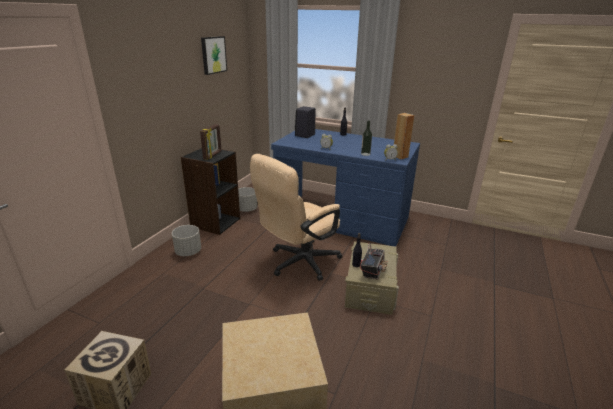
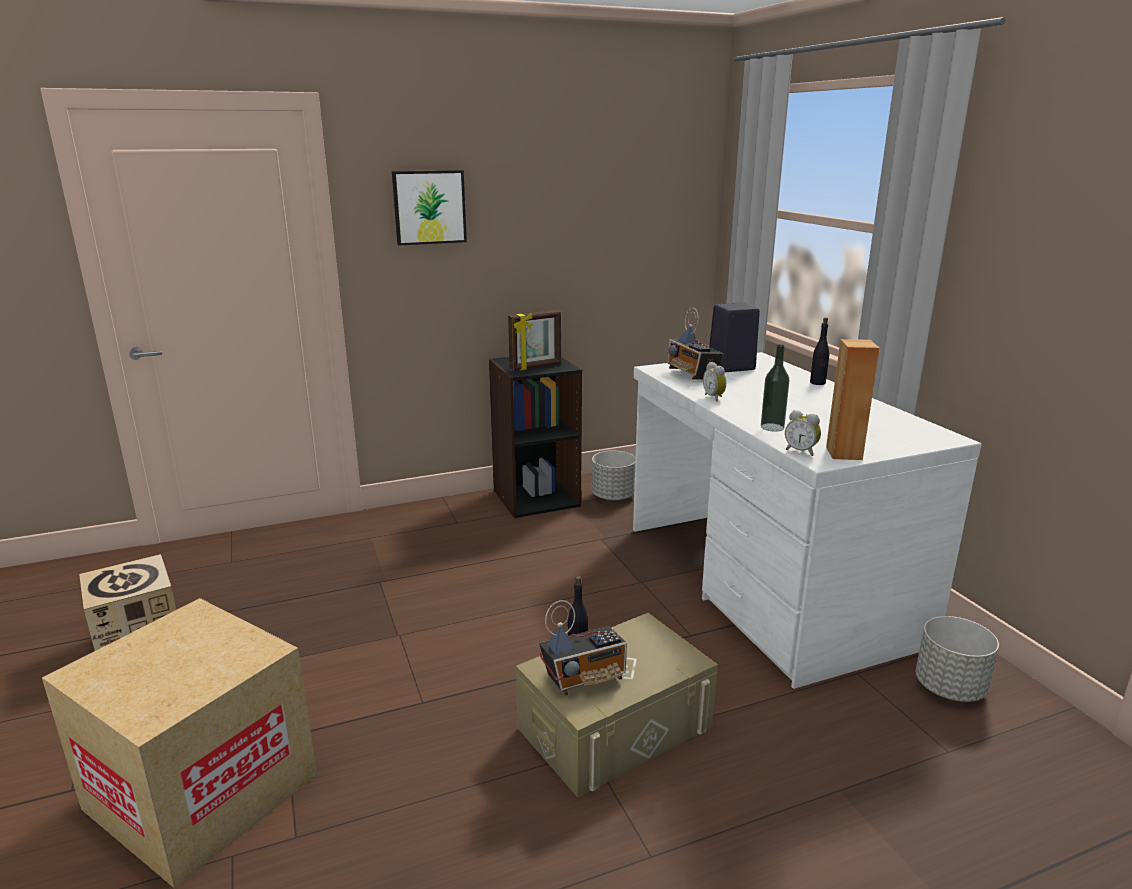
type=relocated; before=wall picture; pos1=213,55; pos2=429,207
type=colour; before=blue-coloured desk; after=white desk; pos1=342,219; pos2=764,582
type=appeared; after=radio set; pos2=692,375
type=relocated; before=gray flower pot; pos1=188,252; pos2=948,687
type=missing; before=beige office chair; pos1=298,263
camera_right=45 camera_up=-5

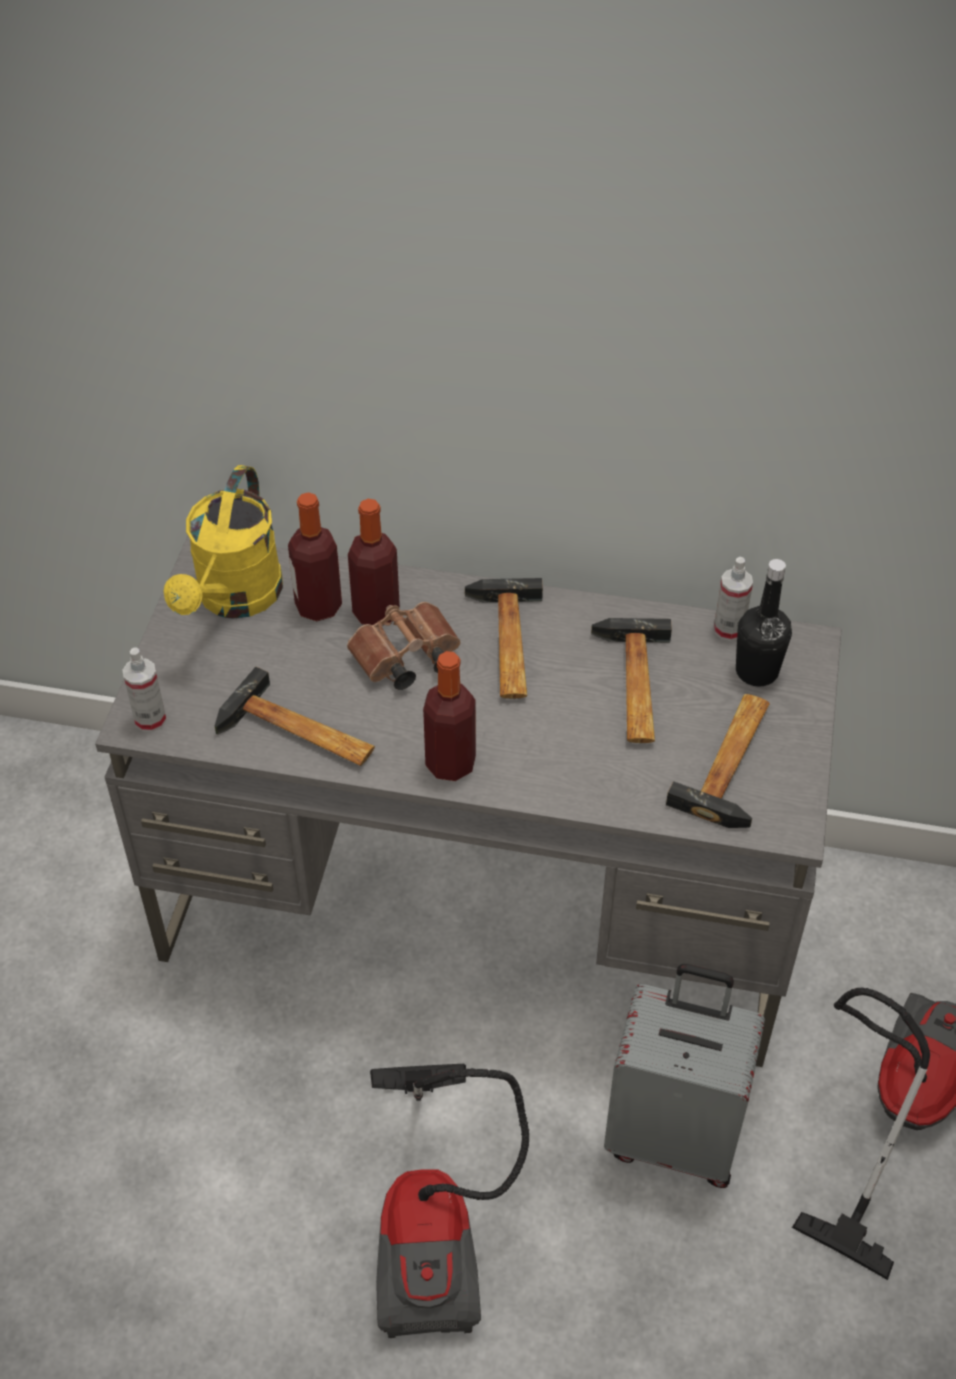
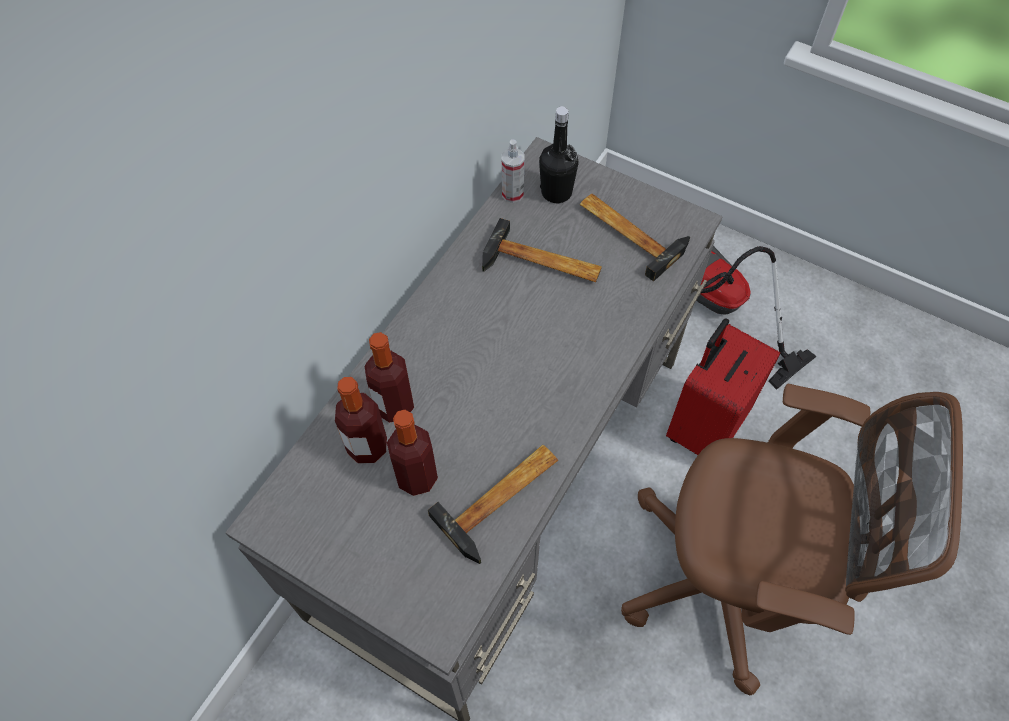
type=relocated; before=beverage bottle; pos1=450,763; pos2=417,477
type=exchanged; before=vacuum cleaner; after=brown-coloured office chair; pos1=436,1224; pos2=730,585
type=colour; before=gray suitcase; after=red-coloured suitcase; pos1=674,1134; pos2=704,427
type=missing; before=sprayer; pos1=150,719
type=missing; before=yellowish watering can; pos1=234,600
type=missing; before=brown-coloured binoculars; pos1=404,661
type=missing; before=tool hammer; pos1=506,645
camera_right=-70 camera_up=10

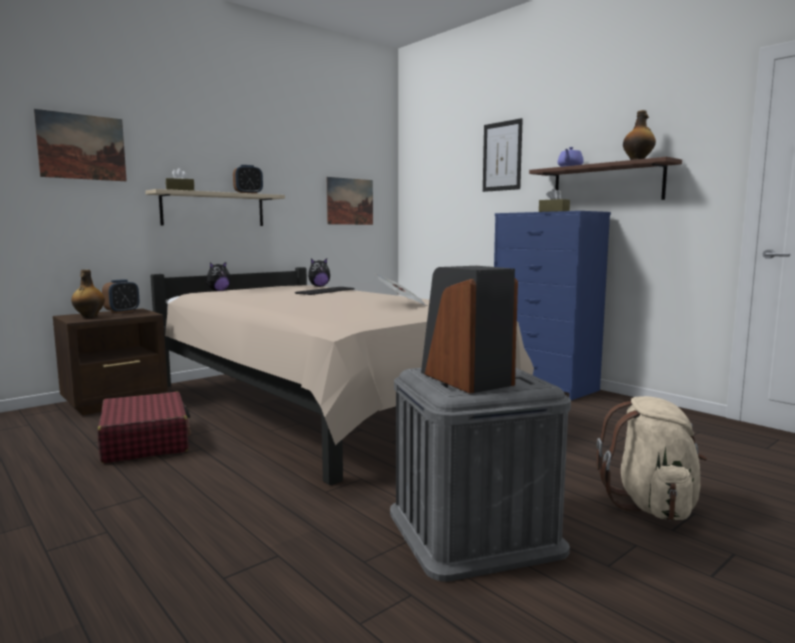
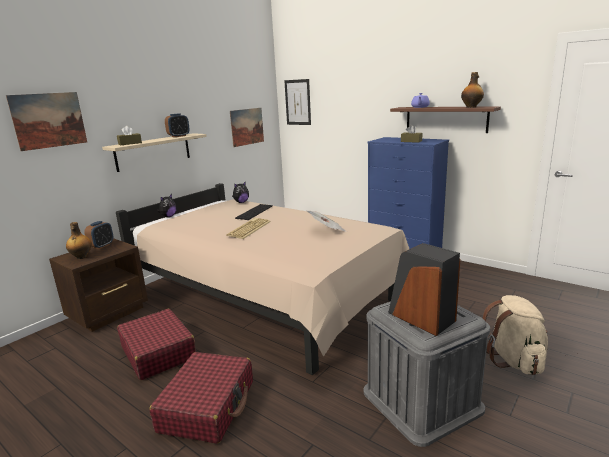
type=appeared; after=red-coloured suitcase; pos2=208,406
type=appeared; after=computer keyboard; pos2=248,228
type=relocated; before=wall picture; pos1=502,156; pos2=298,102
camera_right=-10 camera_up=10

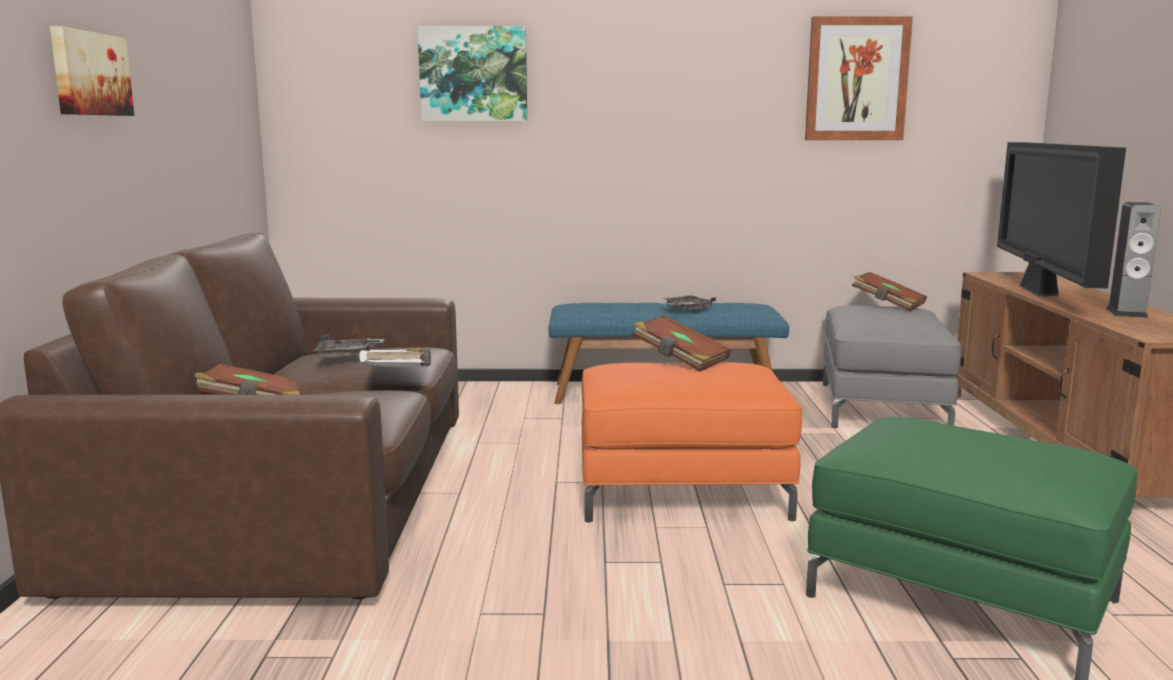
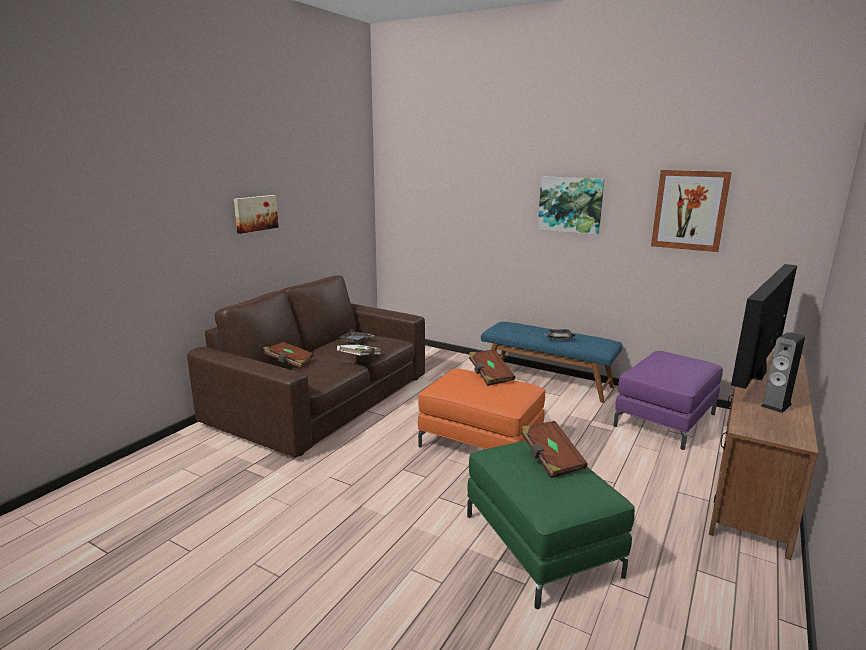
type=relocated; before=brown-coloured volume; pos1=887,305; pos2=551,460
type=relocated; before=wall picture; pos1=473,74; pos2=570,204
type=colour; before=gray ottoman; after=purple ottoman; pos1=882,407; pos2=665,420
camera_right=30 camera_up=5

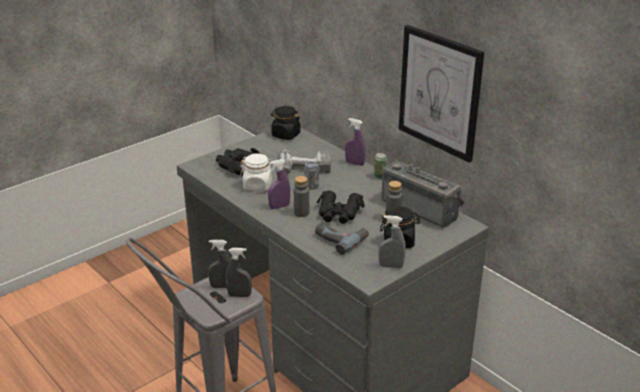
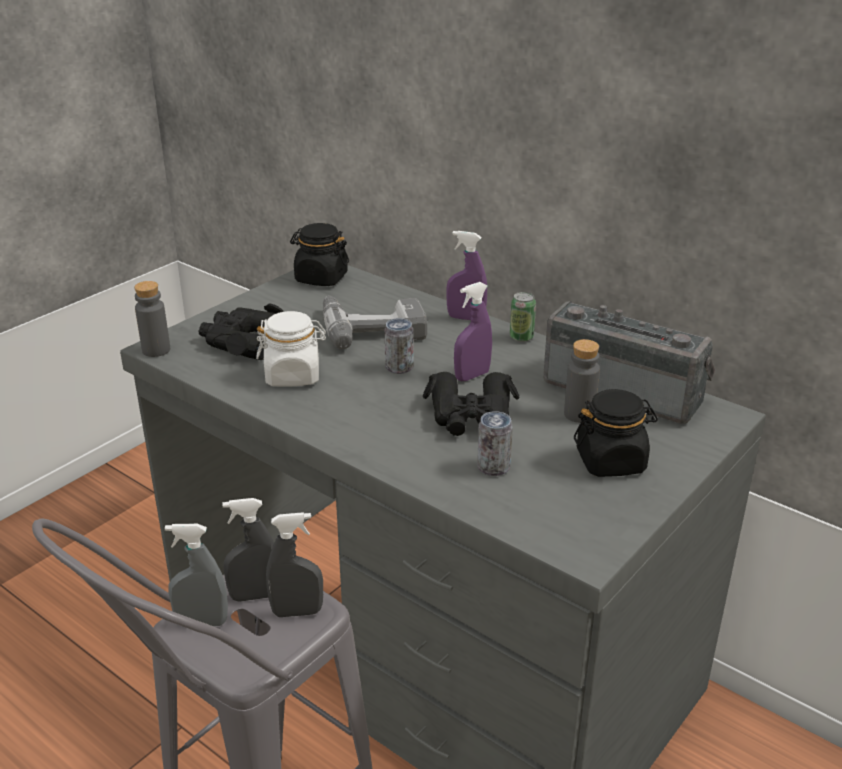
type=relocated; before=gray beverage bottle; pos1=301,213; pos2=156,350
type=relocated; before=gray sprayer; pos1=391,266; pos2=202,622
type=relocated; before=purple sprayer; pos1=279,206; pos2=472,376
type=exchanged; before=drill; after=metal can; pos1=340,238; pos2=493,467
type=missing; before=wall picture; pos1=439,92
camera_right=-10 camera_up=0

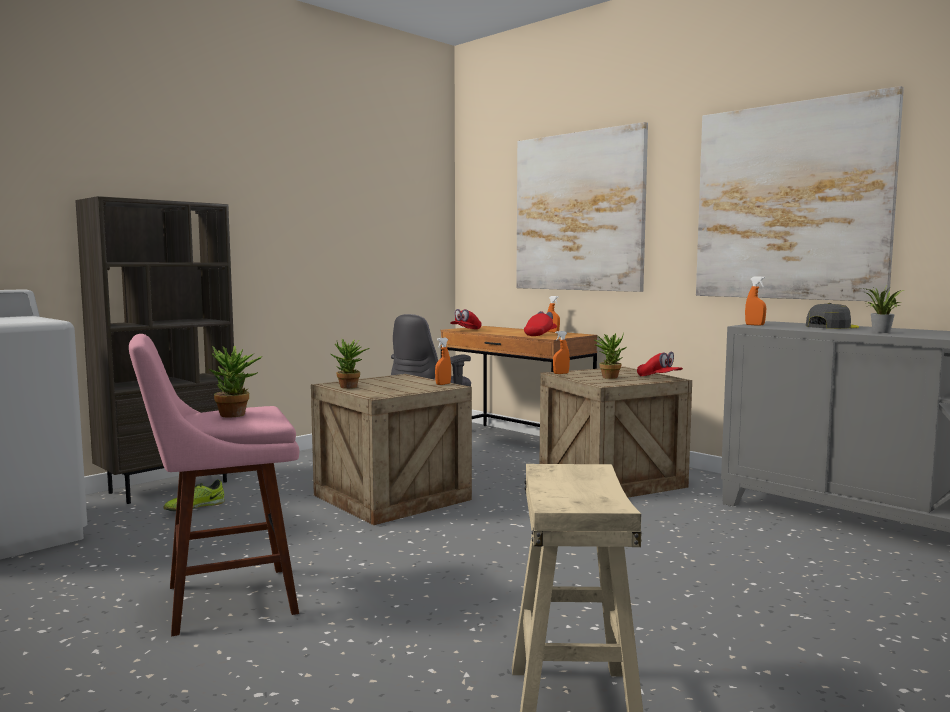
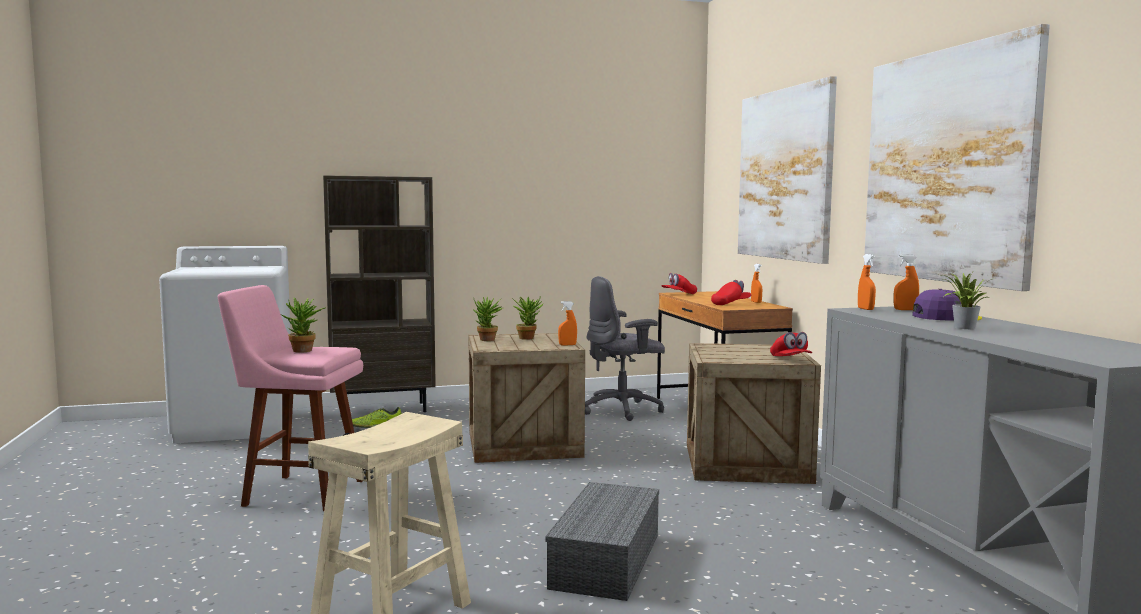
type=relocated; before=plant in a pot; pos1=609,377; pos2=528,338
type=appeared; after=gray storage bin; pos2=607,561
type=relocated; before=orange sprayer; pos1=561,373; pos2=905,310
type=colour; before=gray cap; after=purple cap; pos1=831,327; pos2=945,317
camera_right=30 camera_up=0

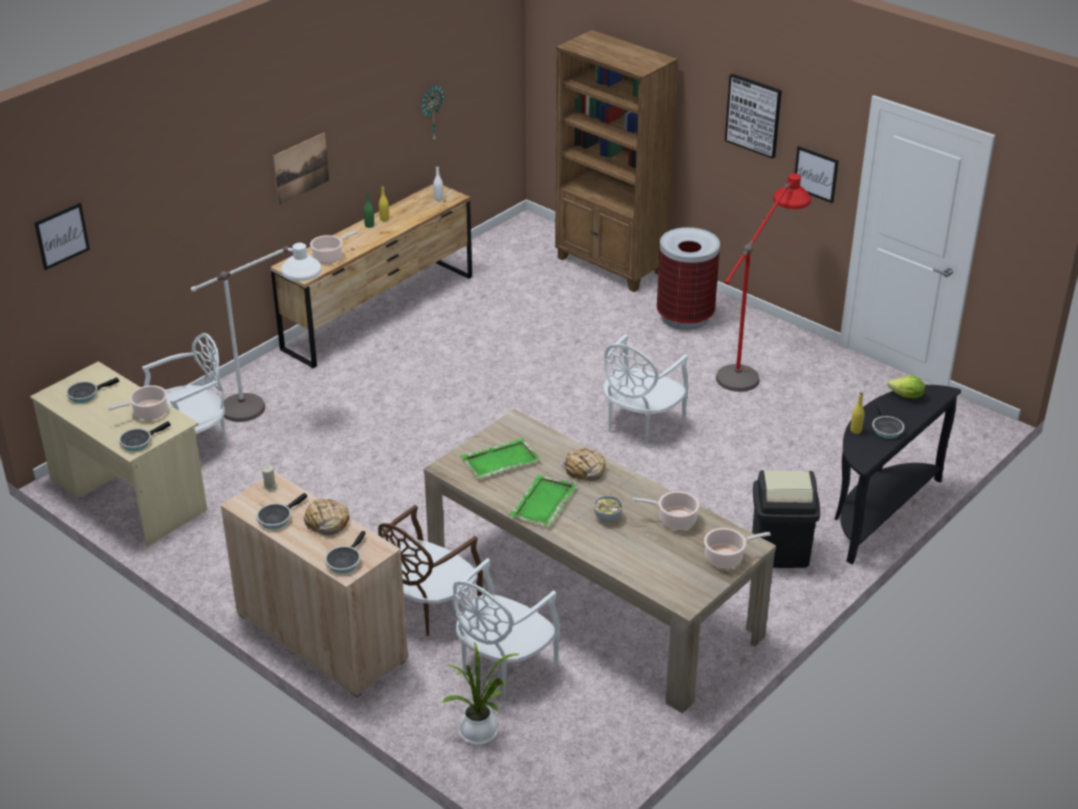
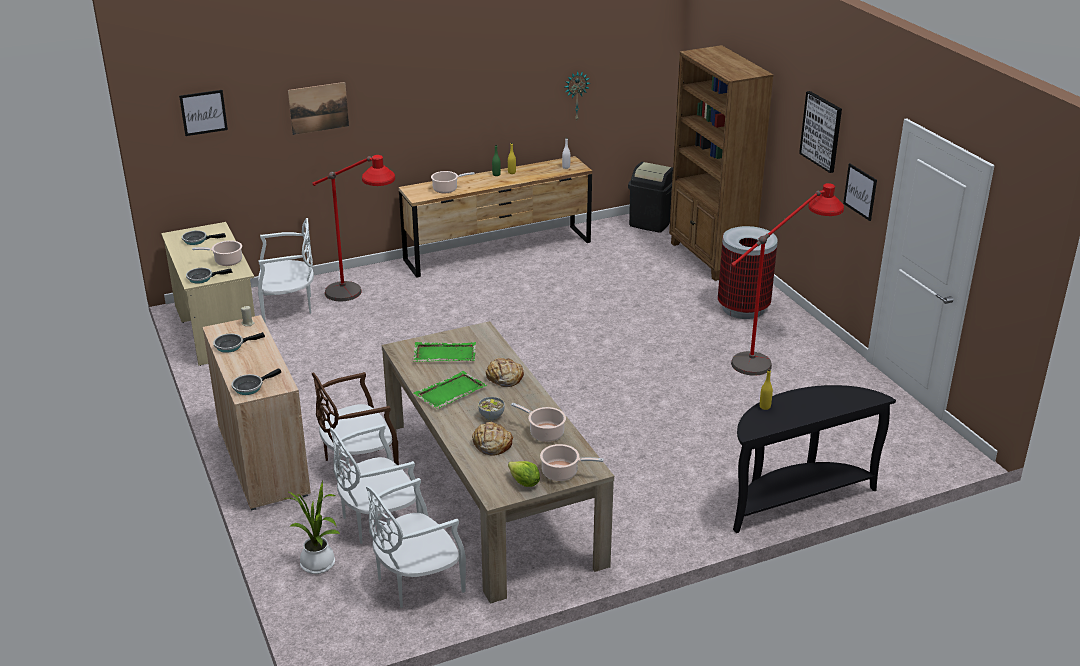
type=relocated; before=wall picture; pos1=301,168; pos2=318,108
type=colour; before=white standard lamp; after=red-coloured standard lamp; pos1=272,413; pos2=360,300
type=relocated; before=white plain chair; pos1=640,424; pos2=416,581
type=relocated; before=baked bread; pos1=326,523; pos2=491,444
type=relocated; before=lettuce; pos1=906,396; pos2=524,483
type=relocated; before=black-coloured waste bin; pos1=780,551; pos2=651,223
type=missing; before=pan; pos1=886,429
camera_right=25 camera_up=-5

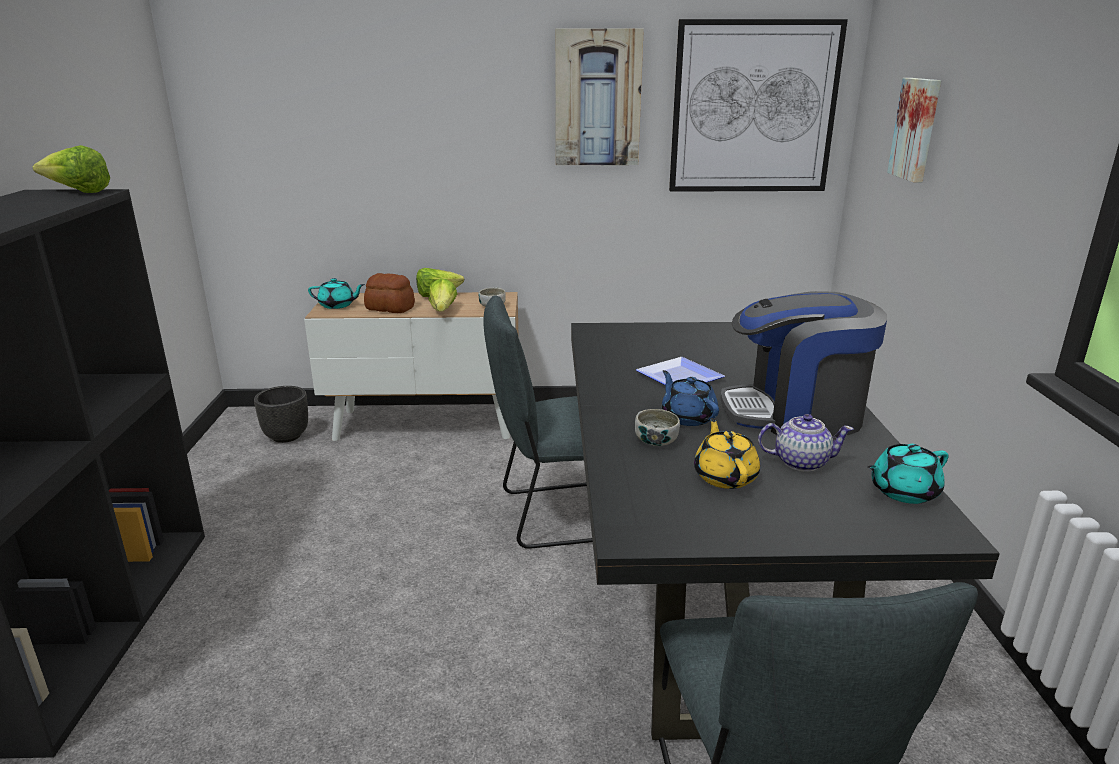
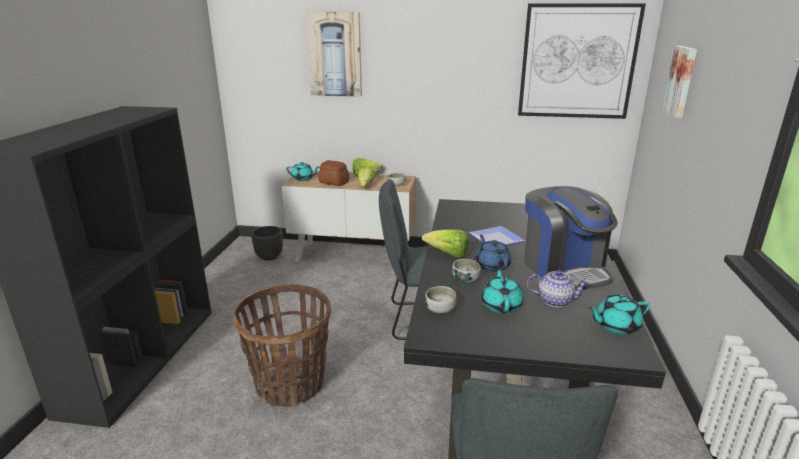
type=appeared; after=storage basket; pos2=290,384
type=relocated; before=wall picture; pos1=597,98; pos2=335,54
type=relocated; before=lettuce; pos1=78,192; pos2=448,254
type=appeared; after=serving bowl; pos2=440,309
type=colour; before=yellowish pot for tea; after=turquoise pot for tea; pos1=725,476; pos2=501,305
type=spun; before=coffee machine; pos1=795,414; pos2=564,269; turn=-120
camera_right=10 camera_up=0

